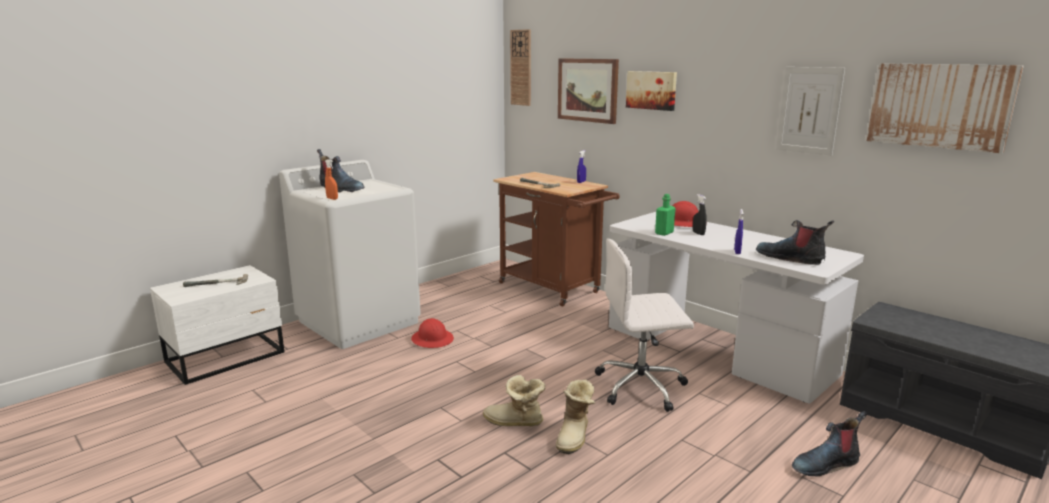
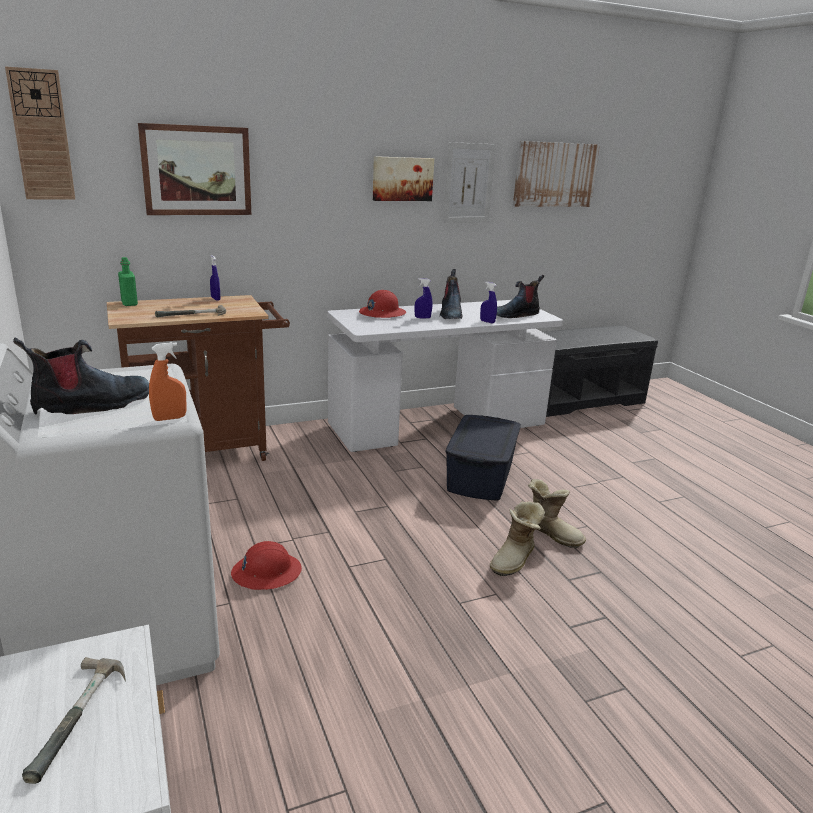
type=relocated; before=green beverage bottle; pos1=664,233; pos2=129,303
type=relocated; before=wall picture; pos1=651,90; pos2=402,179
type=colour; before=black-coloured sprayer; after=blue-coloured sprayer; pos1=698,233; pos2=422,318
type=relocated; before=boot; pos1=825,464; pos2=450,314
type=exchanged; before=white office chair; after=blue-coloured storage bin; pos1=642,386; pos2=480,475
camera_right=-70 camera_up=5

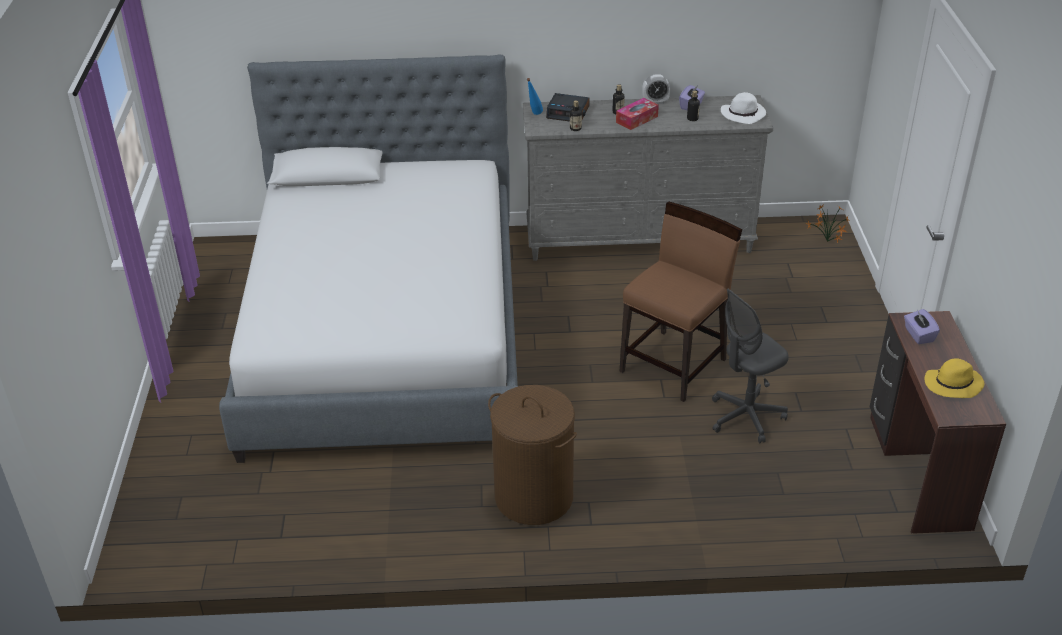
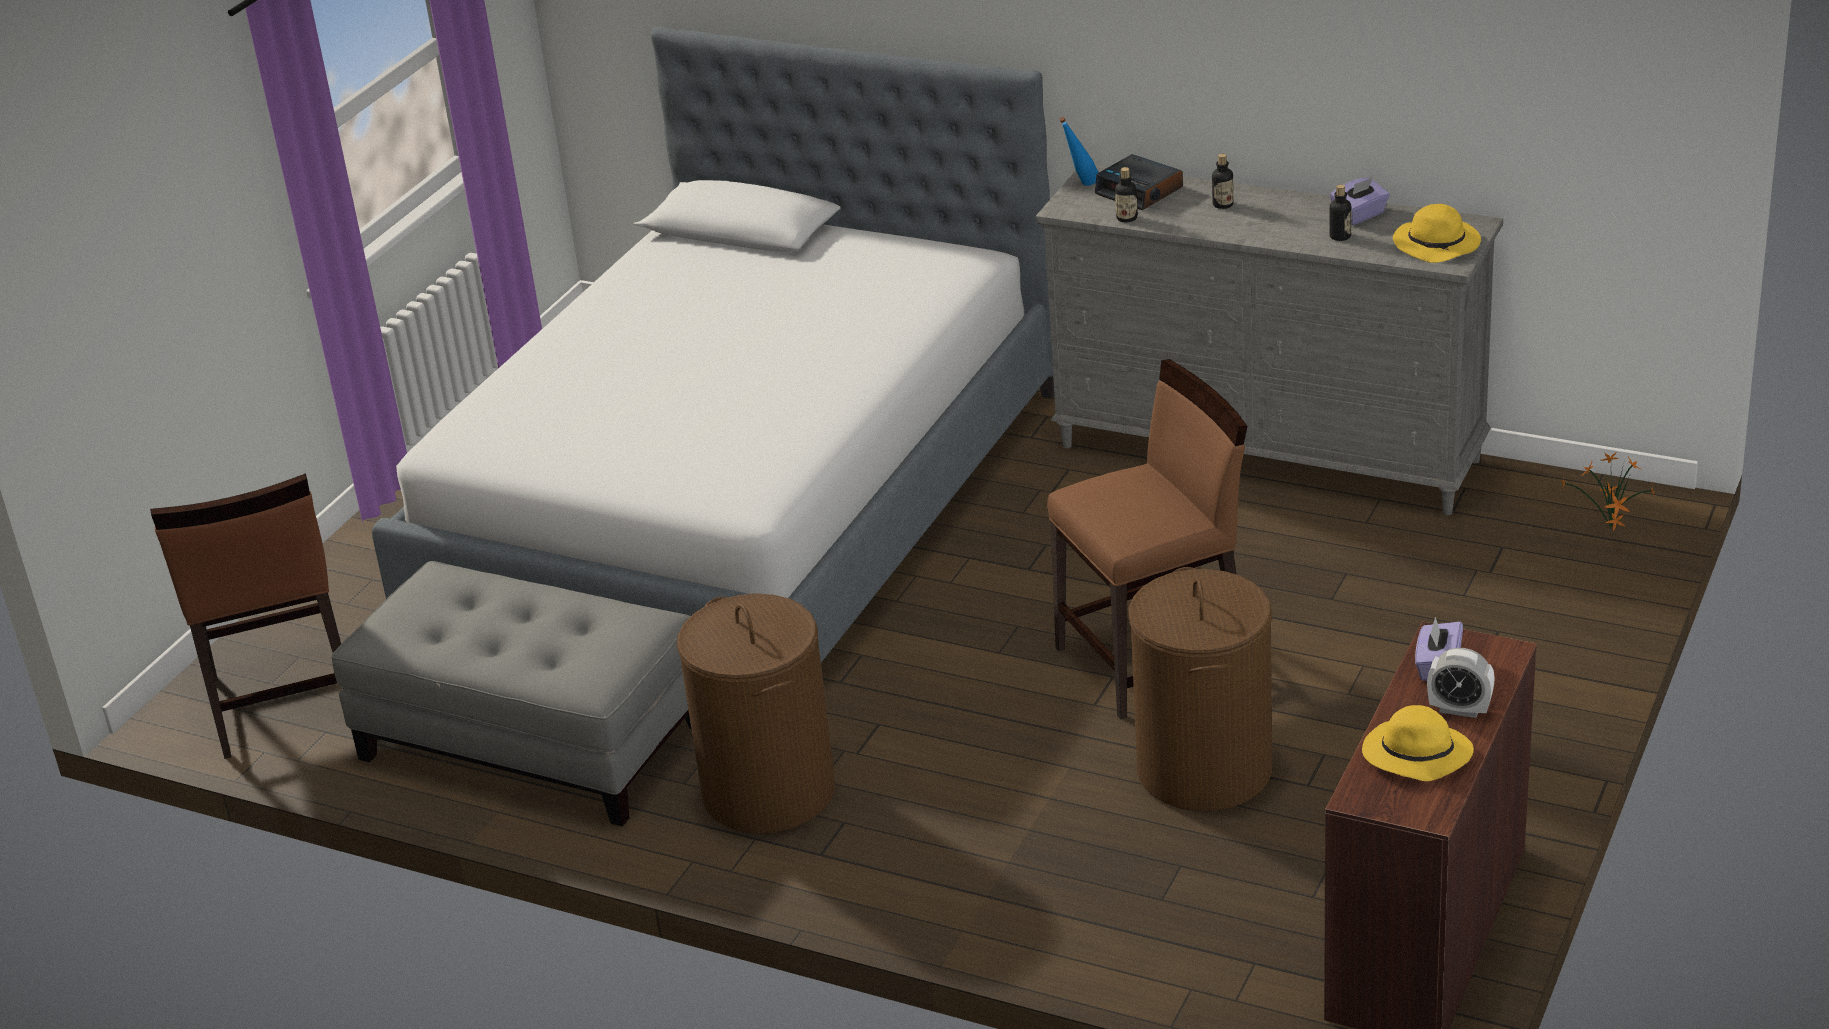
type=appeared; after=brown-coloured plain chair; pos2=283,703
type=appeared; after=gray ottoman; pos2=534,740
type=exchanged; before=gray office chair; after=brown-coloured laundry basket; pos1=746,417; pos2=1203,770
type=colour; before=white wearable hat; after=yellowish wearable hat; pos1=743,114; pos2=1438,245
type=relocated; before=bedside clock; pos1=655,102; pos2=1459,709
type=missing; before=tissue box; pos1=637,119
camera_right=30 camera_up=-5

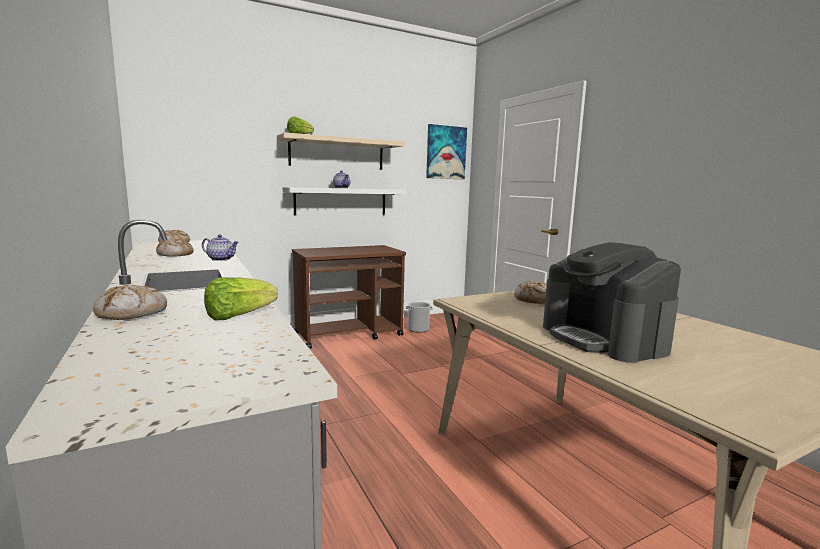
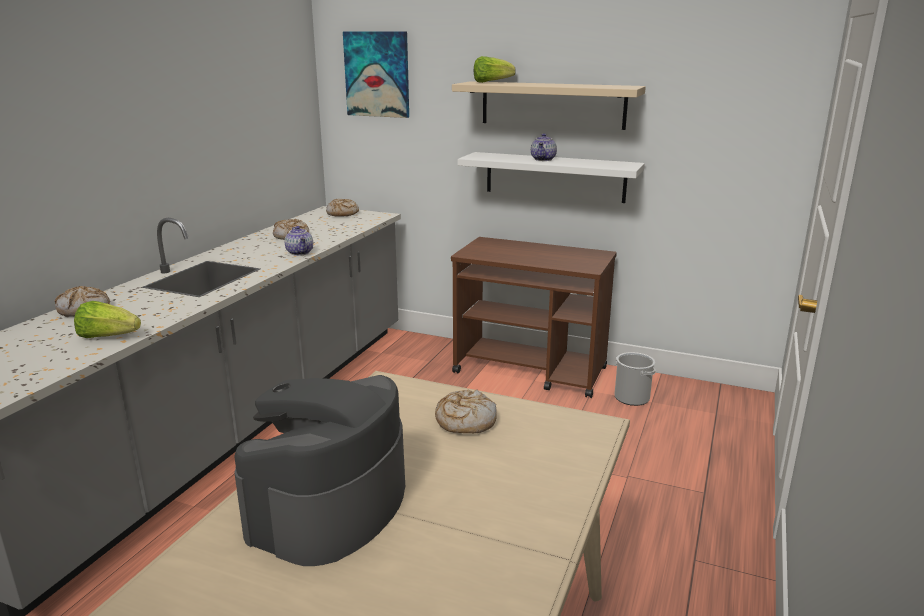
type=relocated; before=wall picture; pos1=445,152; pos2=377,74
camera_right=50 camera_up=10

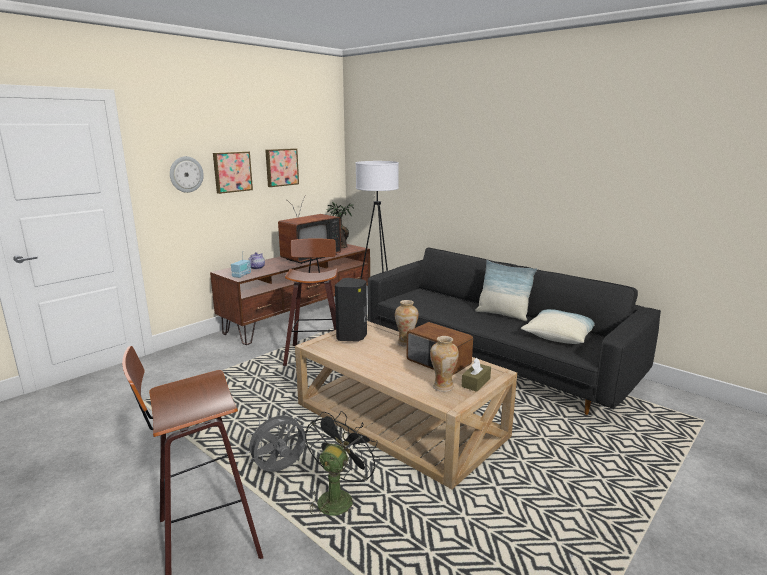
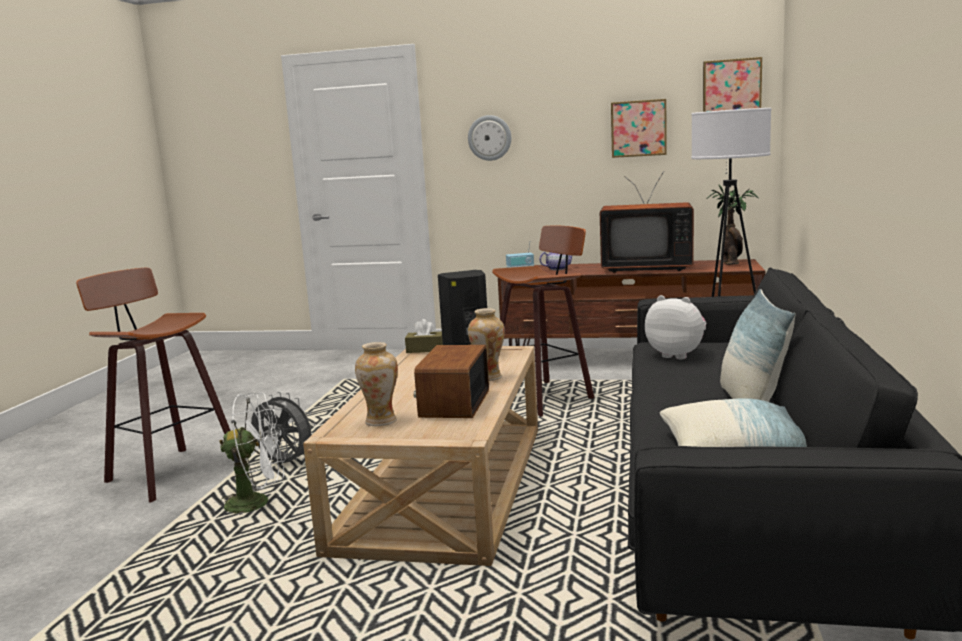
type=colour; before=black-coloured fan; after=white fan; pos1=338,497; pos2=257,503
type=relocated; before=brown-coloured tissue box; pos1=476,383; pos2=425,349
type=appeared; after=soft toy; pos2=677,355
type=relocated; before=wall picture; pos1=232,172; pos2=731,88
camera_right=60 camera_up=-5

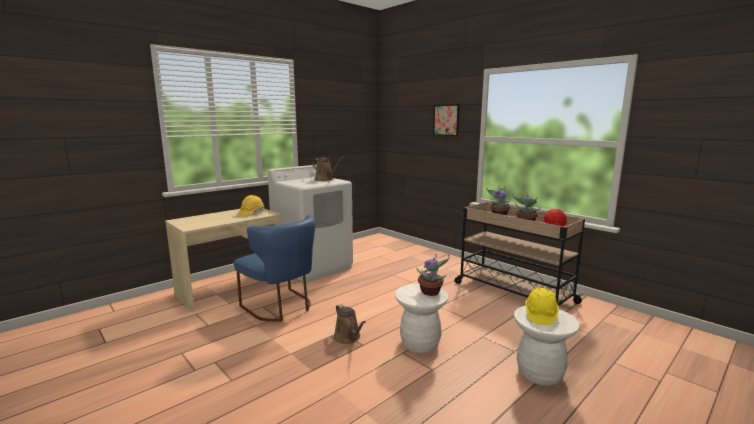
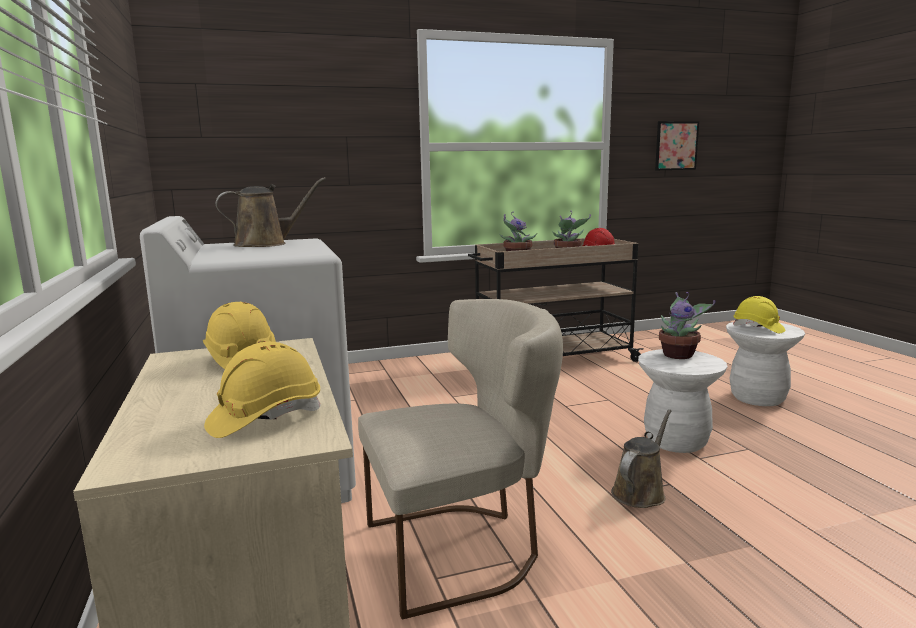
type=appeared; after=yellowish hard hat; pos2=265,418
type=colour; before=blue-coloured plain chair; after=beige plain chair; pos1=281,307; pos2=462,549
type=spun; before=brown-coloured watering can; pos1=348,338; pos2=640,492; turn=-45
type=relocated; before=wall picture; pos1=446,120; pos2=676,146
camera_right=-65 camera_up=0

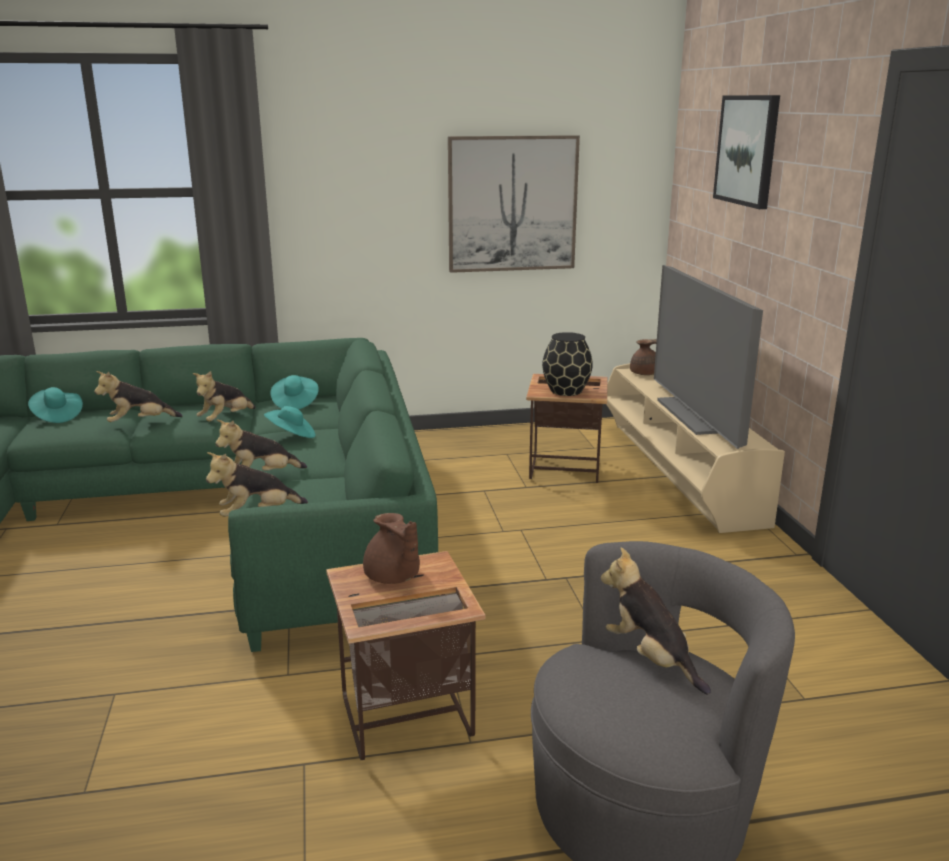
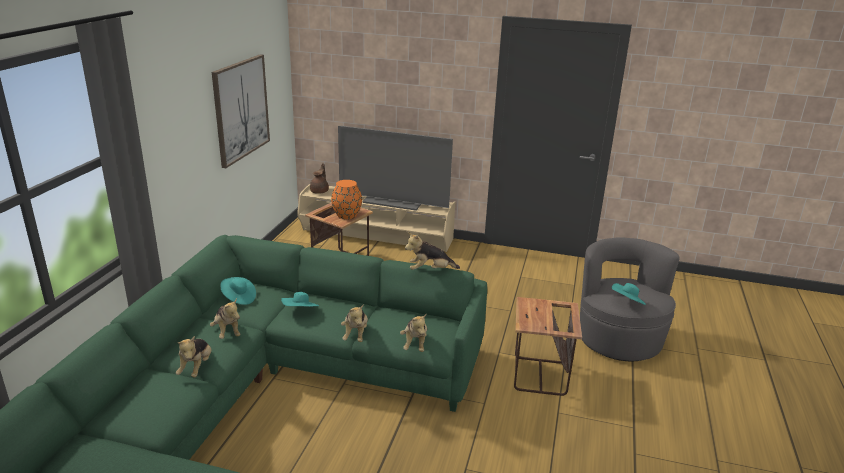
type=colour; before=black-coloured flower vase; after=orange flower vase; pos1=567,391; pos2=347,215
type=relocated; before=soft toy; pos1=650,658; pos2=430,270
type=relocated; before=turquoise wearable hat; pos1=57,416; pos2=627,302
type=missing; before=brown-coloured pot for tea; pos1=393,577
type=missing; before=wall picture; pos1=747,150
camera_right=-65 camera_up=5

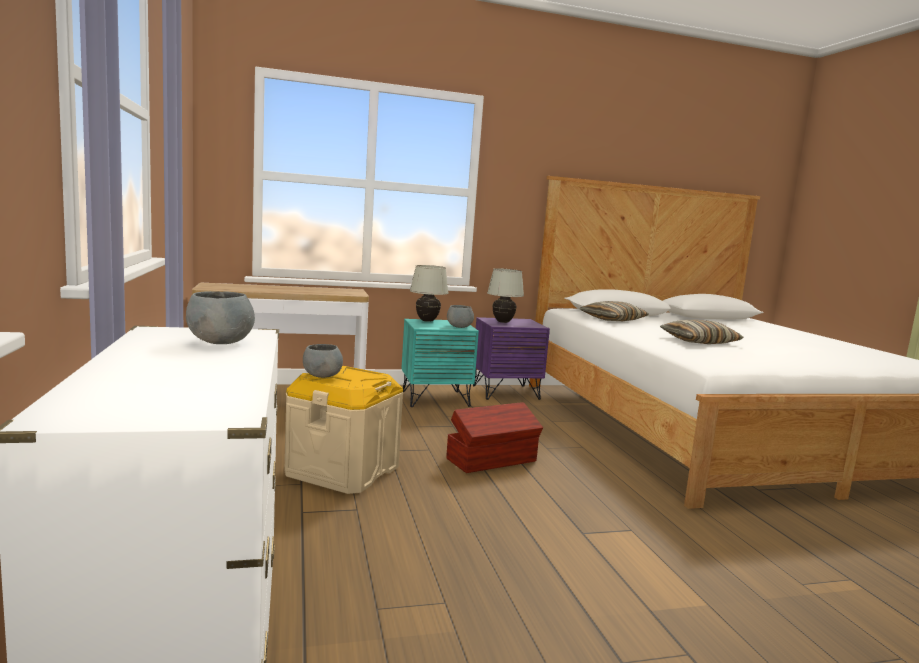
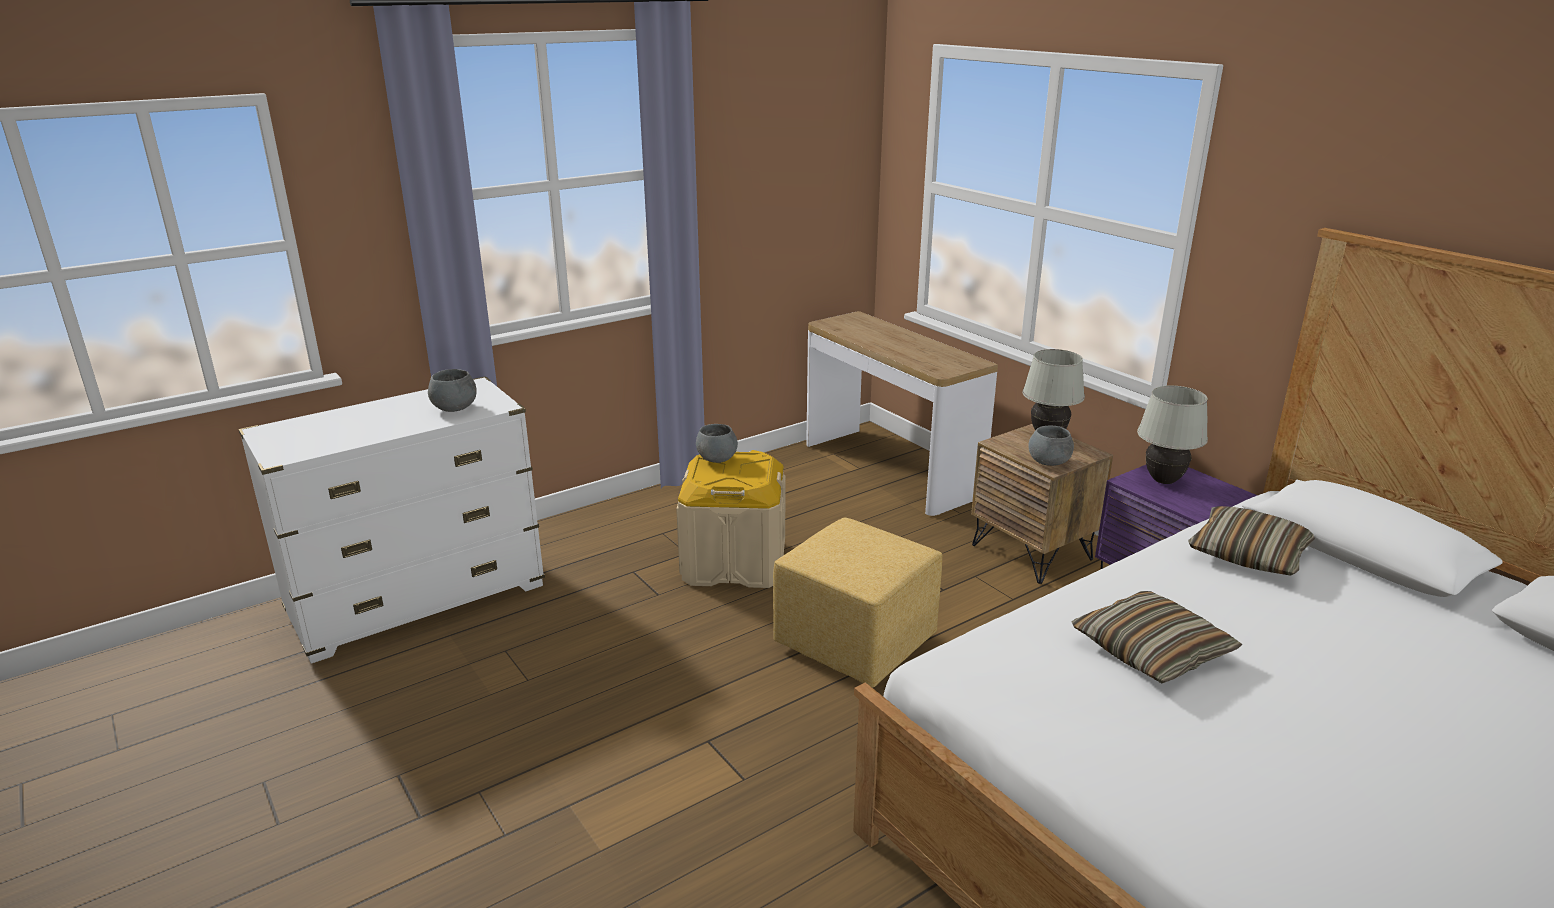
type=exchanged; before=brown-coloured storage bin; after=yellowish ottoman; pos1=493,460; pos2=857,642
type=colour; before=turquoise nightstand; after=brown-coloured nightstand; pos1=435,399; pos2=1032,552
camera_right=70 camera_up=15

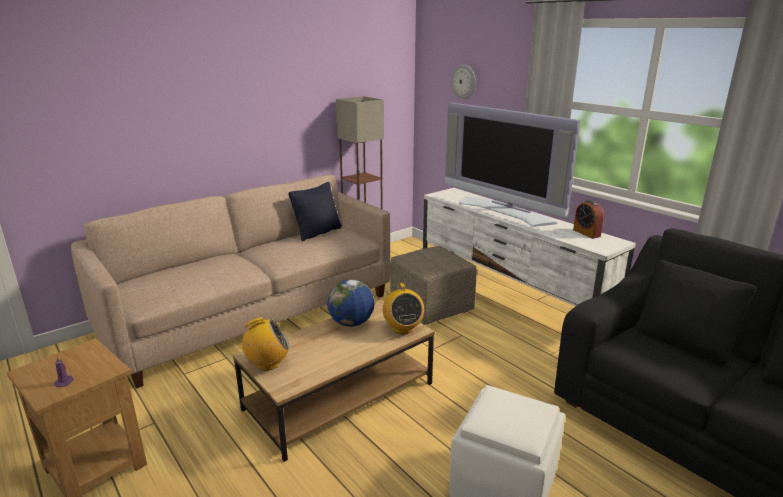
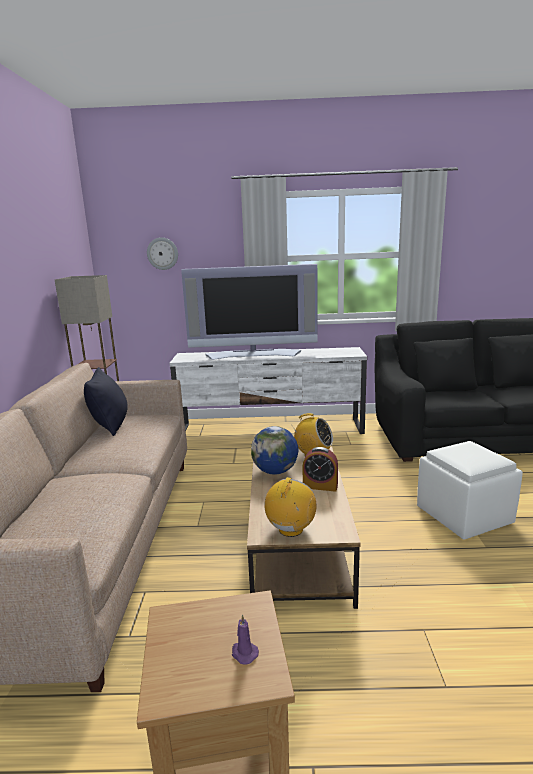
type=relocated; before=bedside clock; pos1=586,233; pos2=320,486
type=missing; before=beige ottoman; pos1=432,308
camera_right=-50 camera_up=-5

